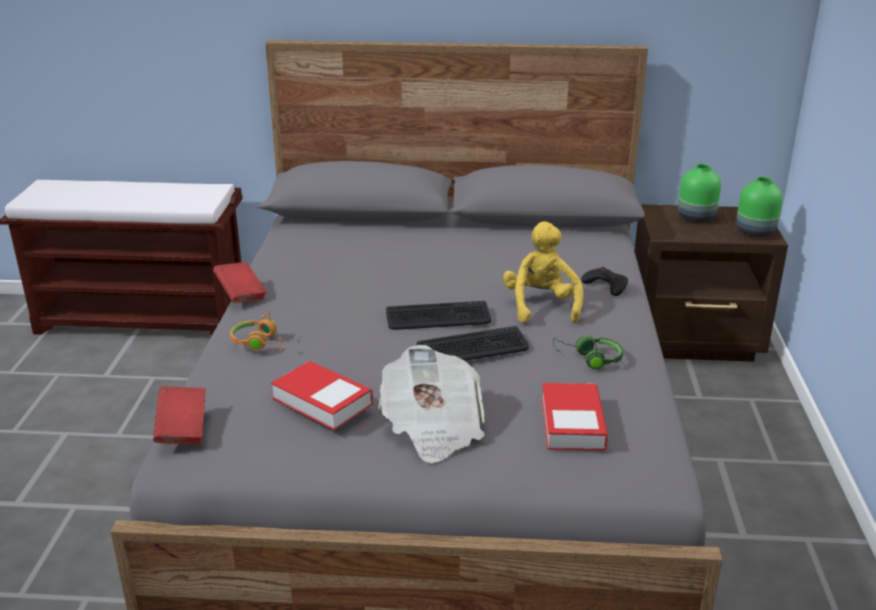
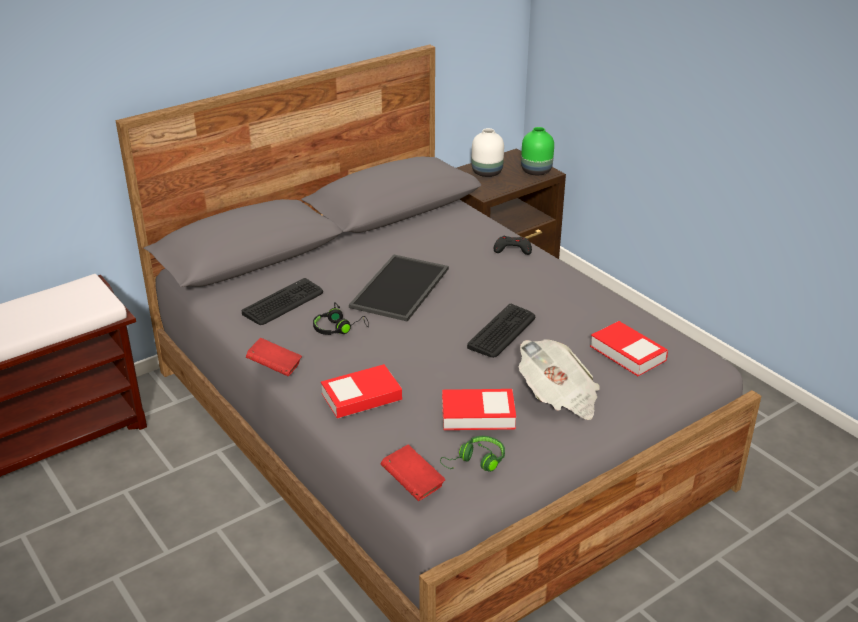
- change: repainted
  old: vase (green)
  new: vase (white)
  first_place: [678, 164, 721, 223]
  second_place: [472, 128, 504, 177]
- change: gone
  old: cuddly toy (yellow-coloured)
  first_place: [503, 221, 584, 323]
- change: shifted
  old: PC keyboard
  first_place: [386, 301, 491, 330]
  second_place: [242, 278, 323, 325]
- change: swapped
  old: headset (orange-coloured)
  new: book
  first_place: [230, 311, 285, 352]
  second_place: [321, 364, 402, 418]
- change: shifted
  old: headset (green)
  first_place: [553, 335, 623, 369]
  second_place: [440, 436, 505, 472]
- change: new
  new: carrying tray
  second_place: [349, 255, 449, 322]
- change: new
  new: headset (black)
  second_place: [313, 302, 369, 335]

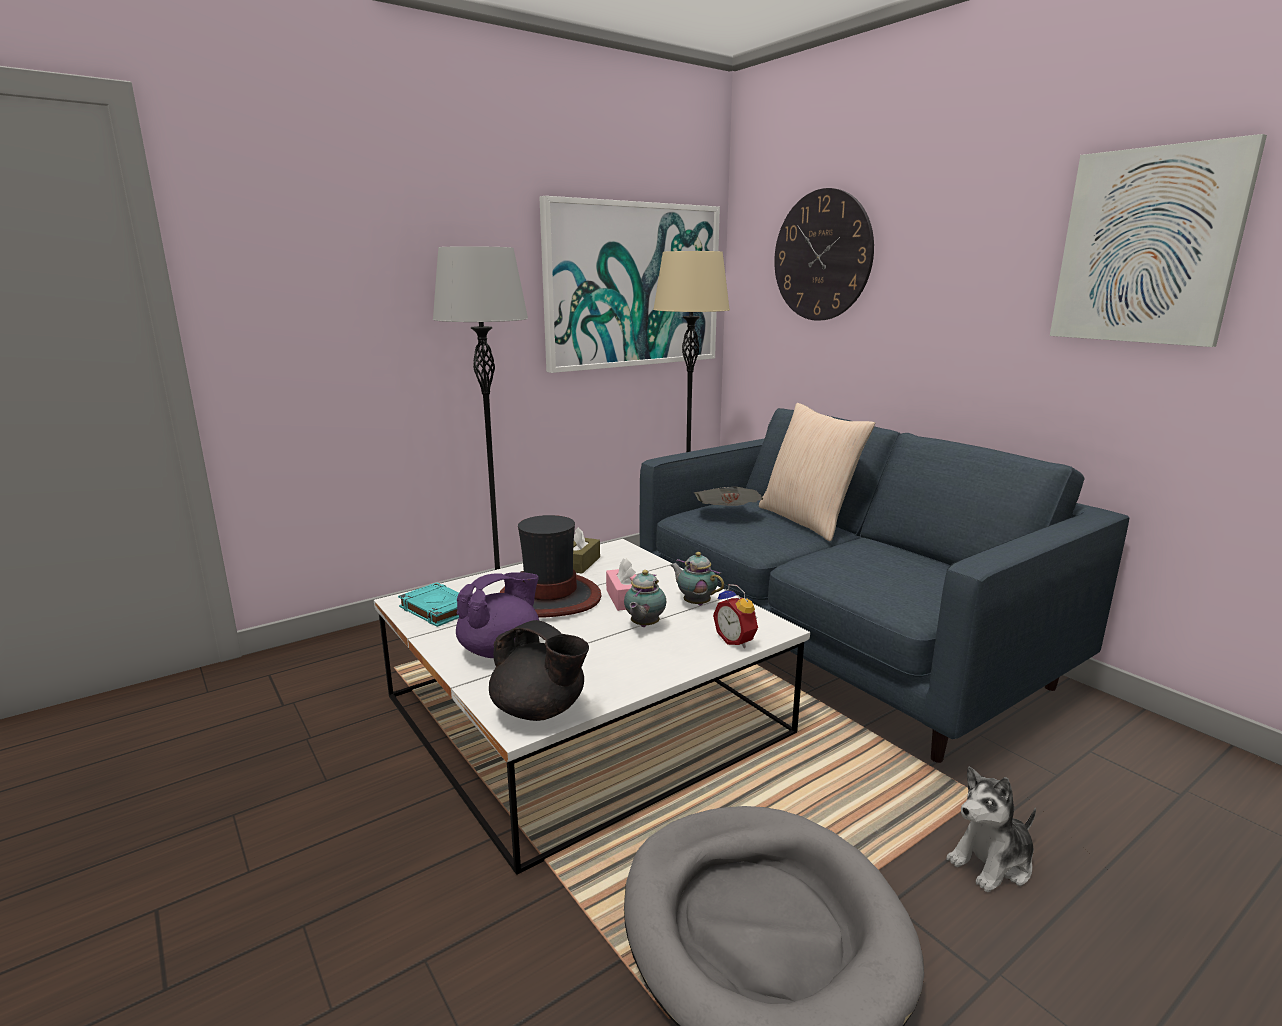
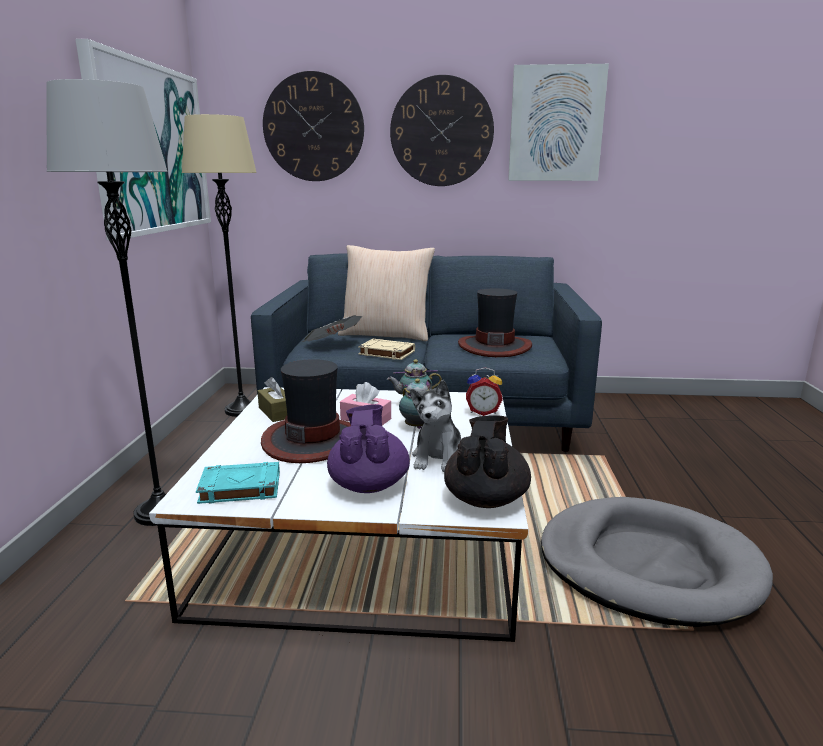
- change: rotated
  old: pot for tea (black)
  first_place: [489, 620, 589, 721]
  second_place: [444, 415, 531, 508]
  degrees: -60
- change: shifted
  old: cuddly toy
  first_place: [946, 766, 1036, 892]
  second_place: [410, 380, 461, 472]
- change: new
  new: clock on the wall
  second_place: [390, 75, 494, 186]
- change: new
  new: clothing hat
  second_place: [458, 289, 532, 357]
- change: new
  new: book (beige)
  second_place: [358, 339, 415, 360]

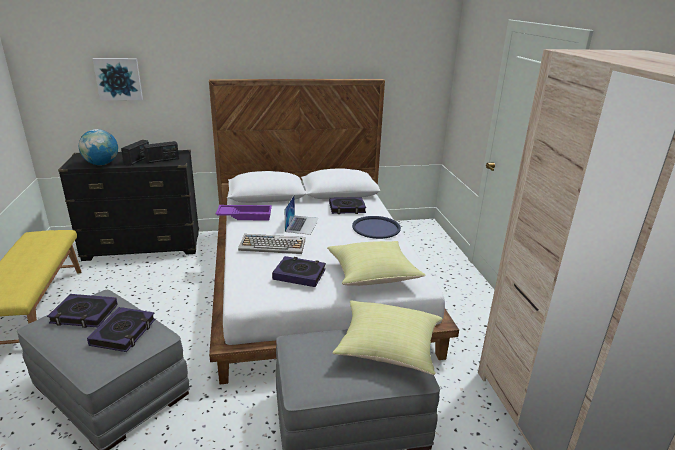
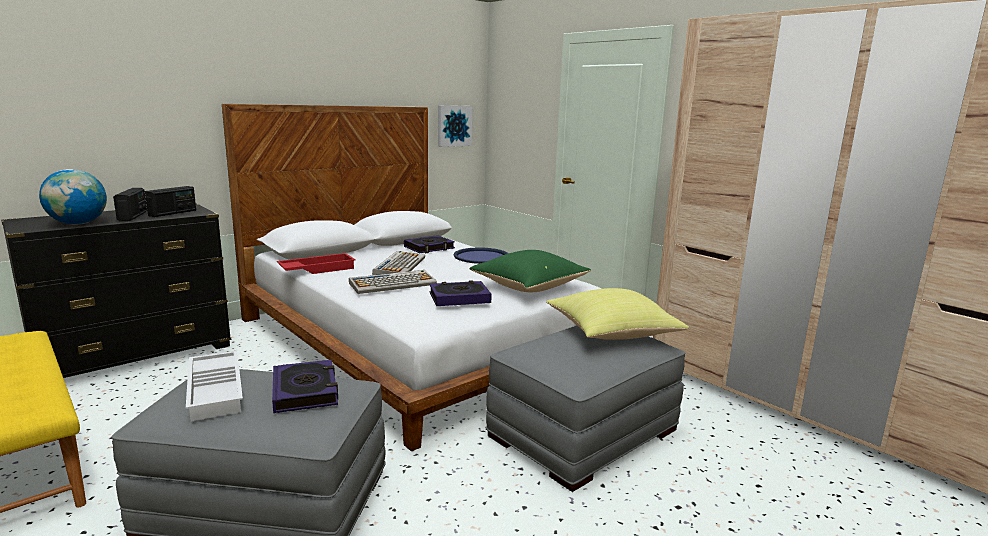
- change: shifted
  old: wall picture
  first_place: [93, 58, 143, 101]
  second_place: [438, 105, 473, 147]
- change: swapped
  old: notebook computer
  new: PC keyboard
  first_place: [285, 194, 319, 235]
  second_place: [372, 251, 425, 275]
- change: repainted
  old: carrying tray (purple)
  new: carrying tray (reddish)
  first_place: [216, 205, 272, 220]
  second_place: [277, 253, 356, 274]
- change: repainted
  old: throw pillow (yellow-coloured)
  new: throw pillow (green)
  first_place: [327, 241, 426, 286]
  second_place: [470, 250, 591, 292]
- change: swapped
  old: book
  new: carrying tray (white)
  first_place: [47, 294, 118, 328]
  second_place: [186, 351, 243, 421]

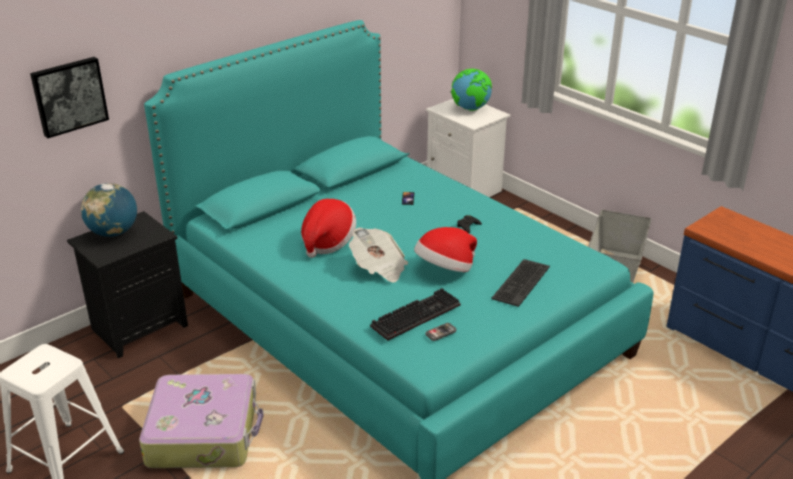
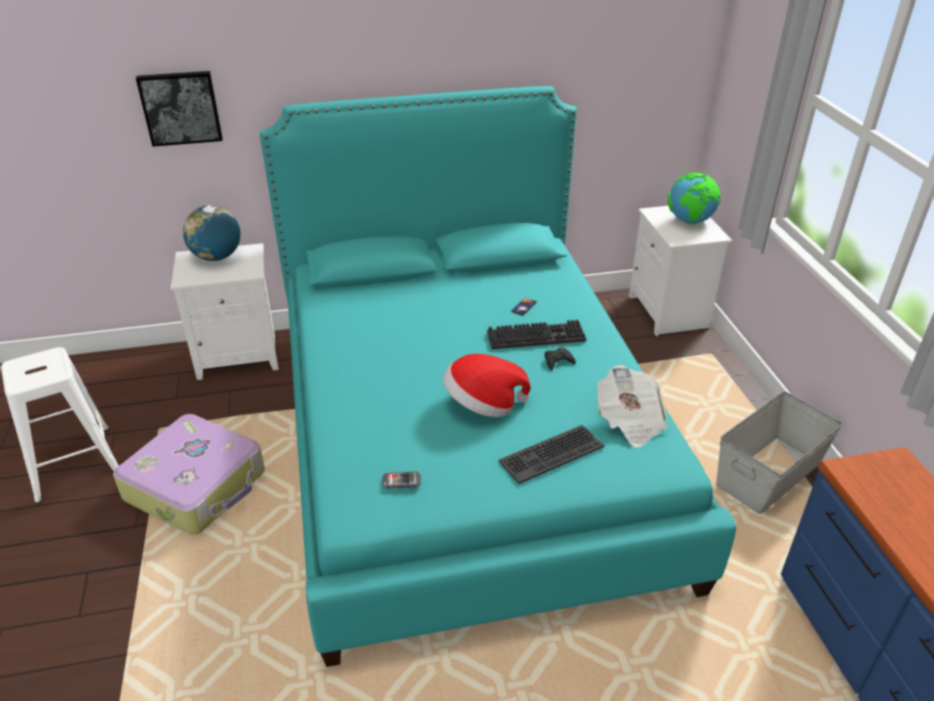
- change: gone
  old: clothing hat
  first_place: [301, 199, 356, 258]
- change: repainted
  old: night table (black)
  new: night table (white)
  first_place: [67, 211, 188, 358]
  second_place: [171, 243, 279, 380]
- change: shifted
  old: newspaper
  first_place: [349, 227, 408, 282]
  second_place: [597, 365, 668, 448]
- change: shifted
  old: PC keyboard
  first_place: [370, 288, 461, 341]
  second_place: [487, 320, 586, 349]

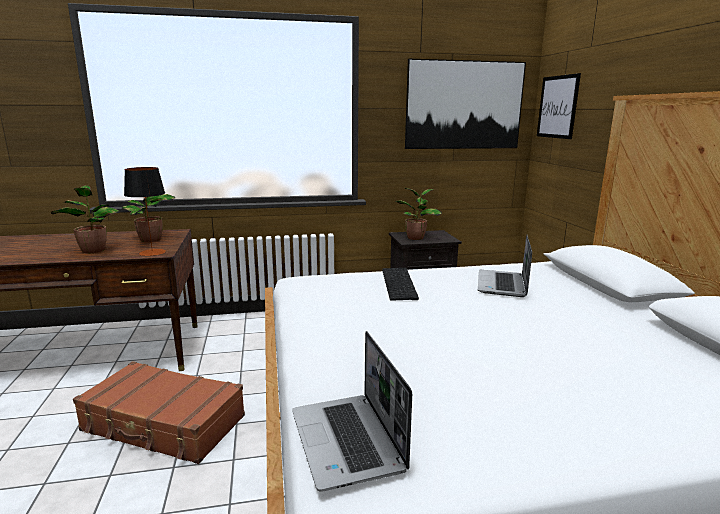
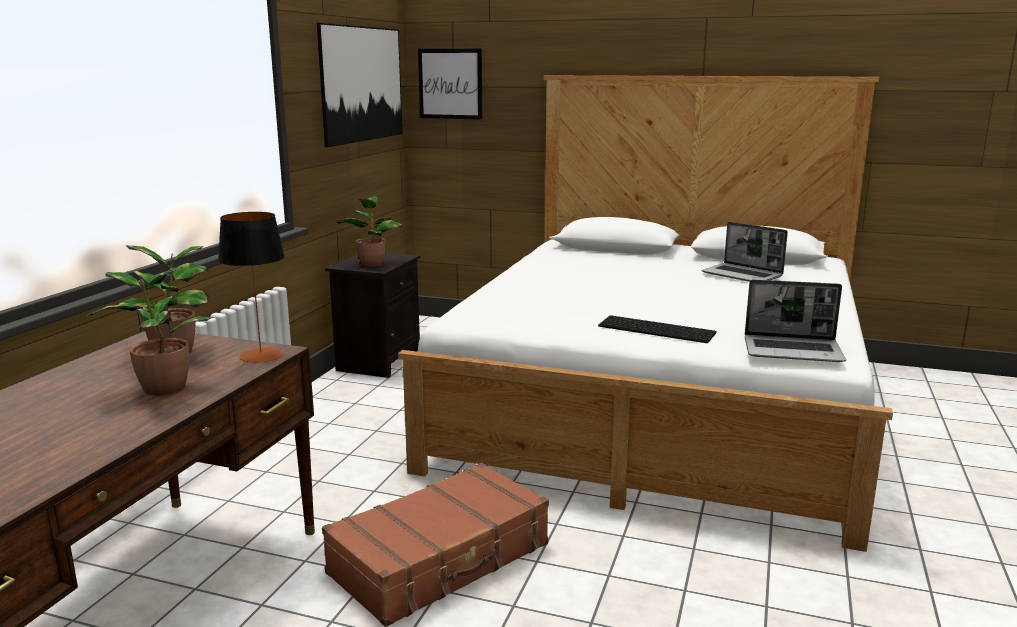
- change: shifted
  old: notebook computer
  first_place: [478, 235, 532, 297]
  second_place: [701, 222, 788, 282]
- change: shifted
  old: PC keyboard
  first_place: [382, 268, 419, 301]
  second_place: [598, 315, 716, 343]

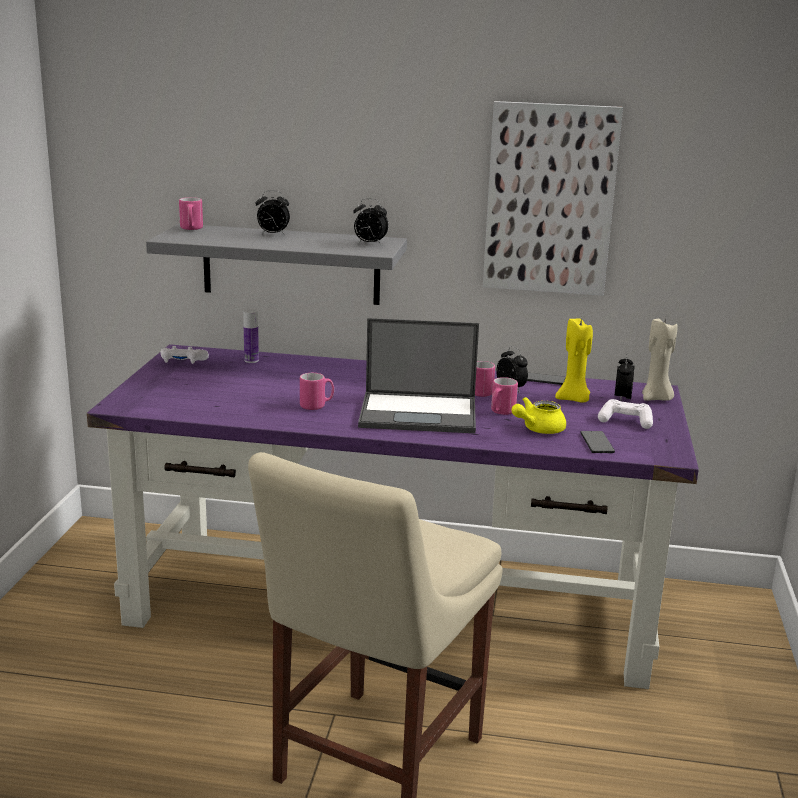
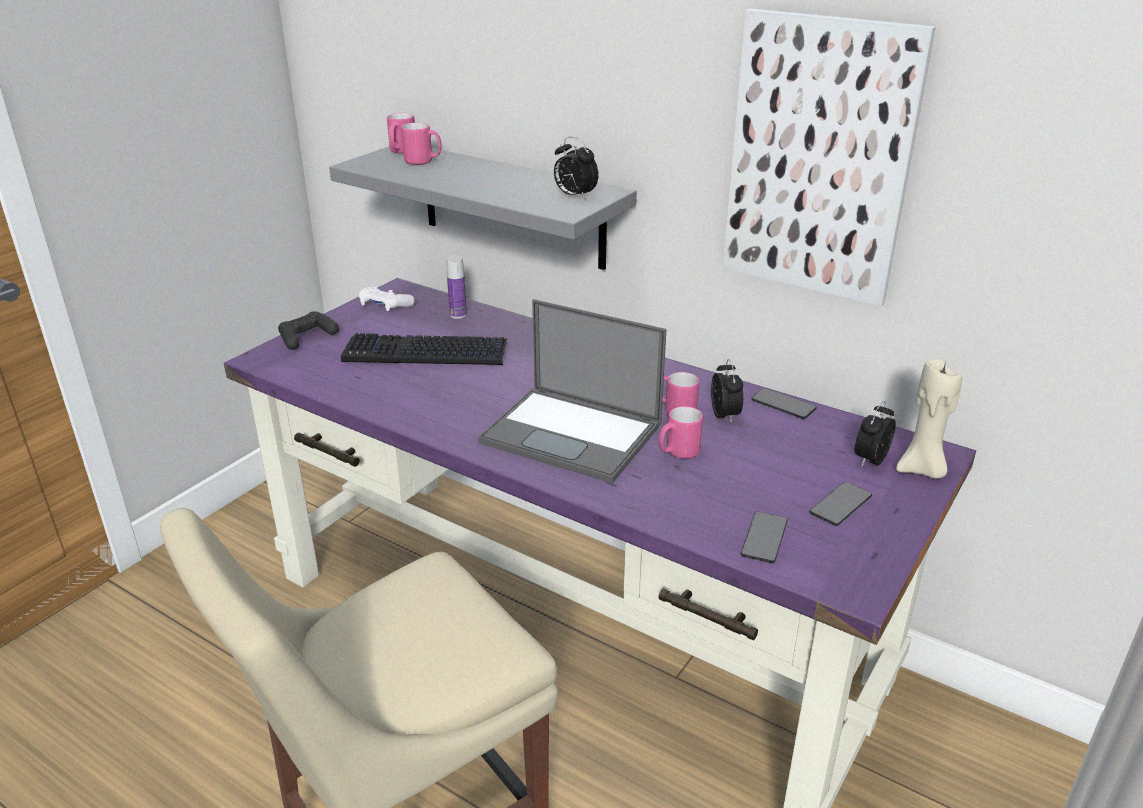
- change: gone
  old: table clock
  first_place: [255, 190, 290, 235]
- change: gone
  old: wax light (yellow-coloured)
  first_place: [555, 317, 593, 402]
- change: shifted
  old: coffee mug (pink-coloured)
  first_place: [300, 373, 334, 410]
  second_place: [401, 123, 442, 165]
- change: gone
  old: pot for tea (yellow-coloured)
  first_place: [511, 397, 566, 434]
- change: swapped
  old: gamepad (white)
  new: handset
  first_place: [598, 399, 653, 429]
  second_place: [809, 481, 872, 526]
- change: new
  new: gamepad (black)
  second_place: [278, 311, 339, 350]
- change: new
  new: PC keyboard
  second_place: [341, 333, 507, 365]

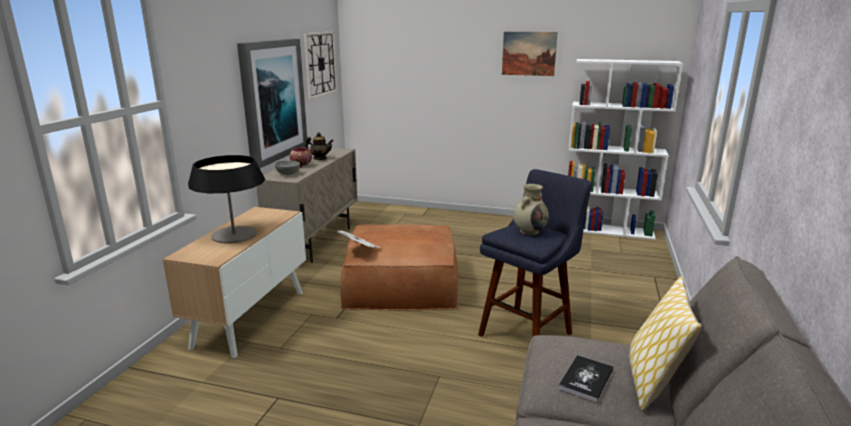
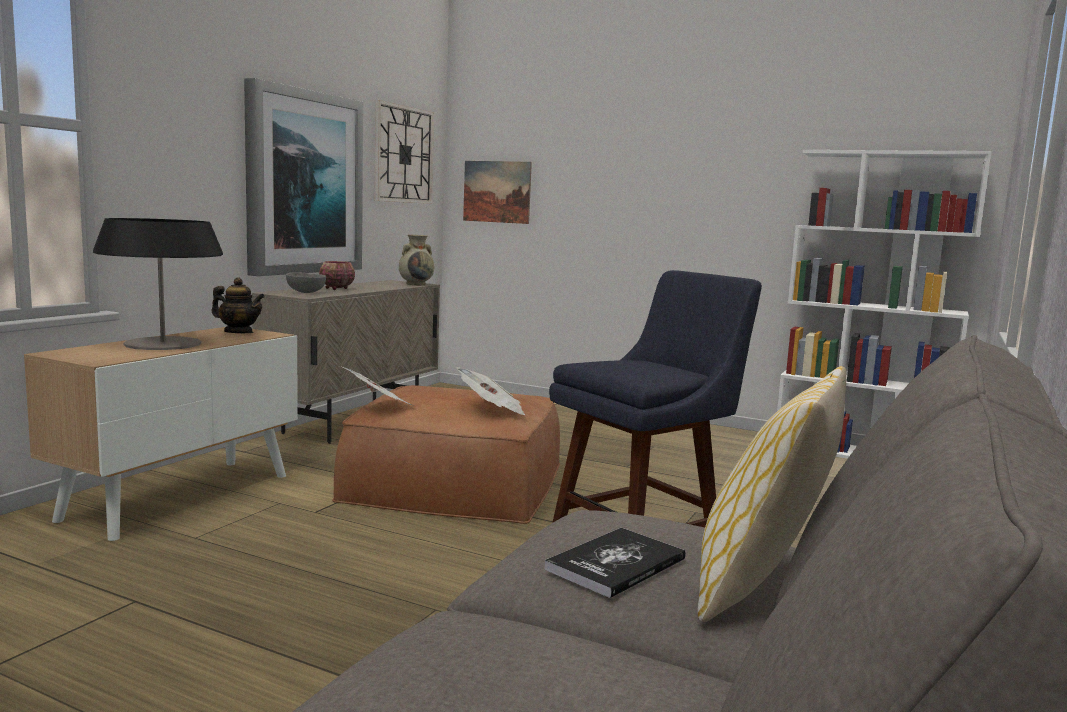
- change: shifted
  old: wall picture
  first_place: [502, 32, 558, 76]
  second_place: [463, 161, 532, 224]
- change: shifted
  old: pot for tea
  first_place: [305, 132, 333, 160]
  second_place: [211, 277, 265, 333]
- change: shifted
  old: vase (beige)
  first_place: [513, 184, 549, 235]
  second_place: [399, 235, 435, 285]
- change: new
  new: newspaper
  second_place: [457, 367, 525, 415]

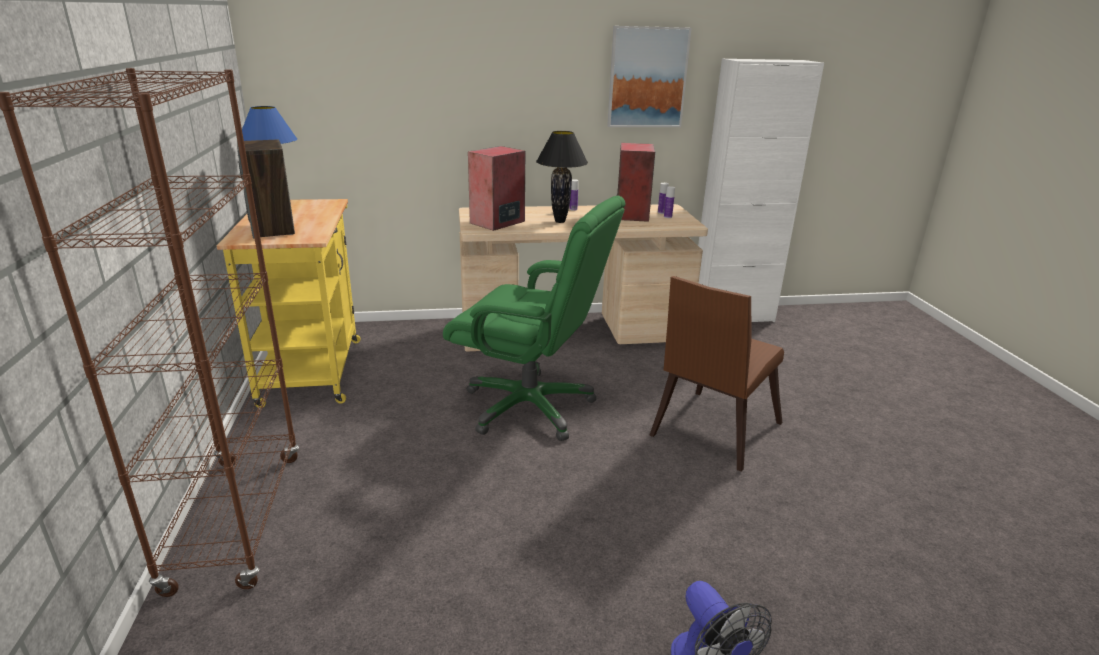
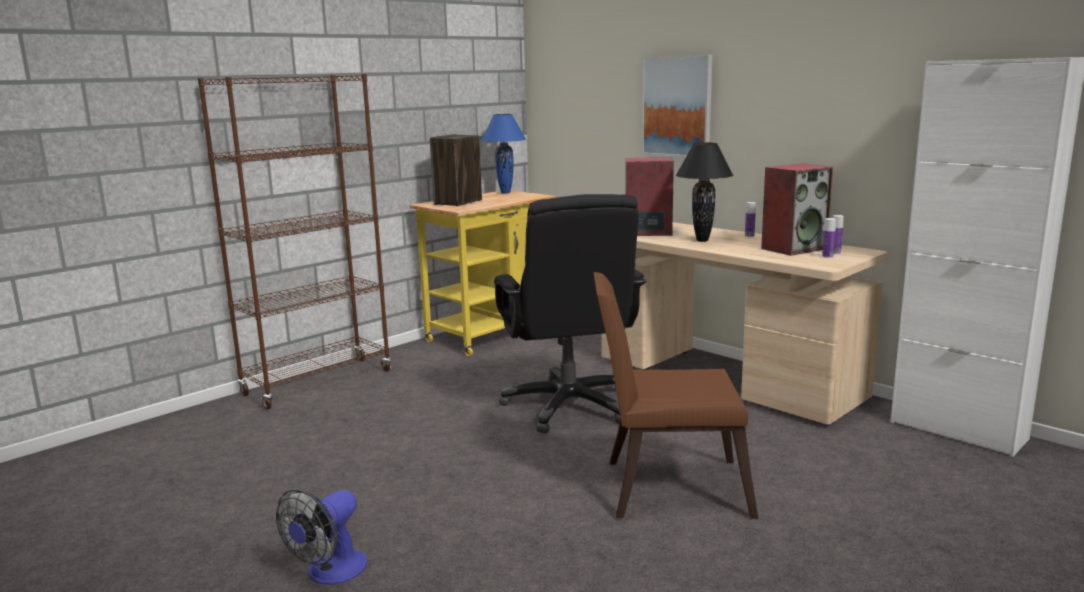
- change: shifted
  old: wall picture
  first_place: [607, 26, 692, 127]
  second_place: [642, 55, 712, 157]
- change: repainted
  old: computer chair (green)
  new: computer chair (black)
  first_place: [443, 196, 625, 441]
  second_place: [494, 194, 646, 433]

